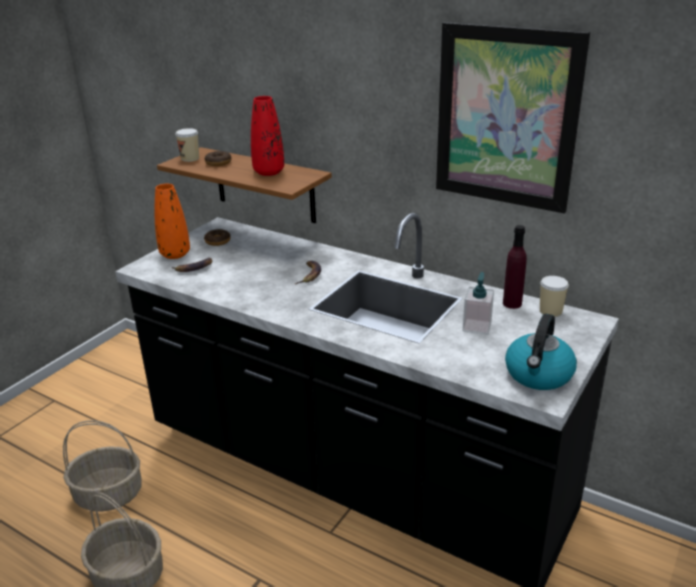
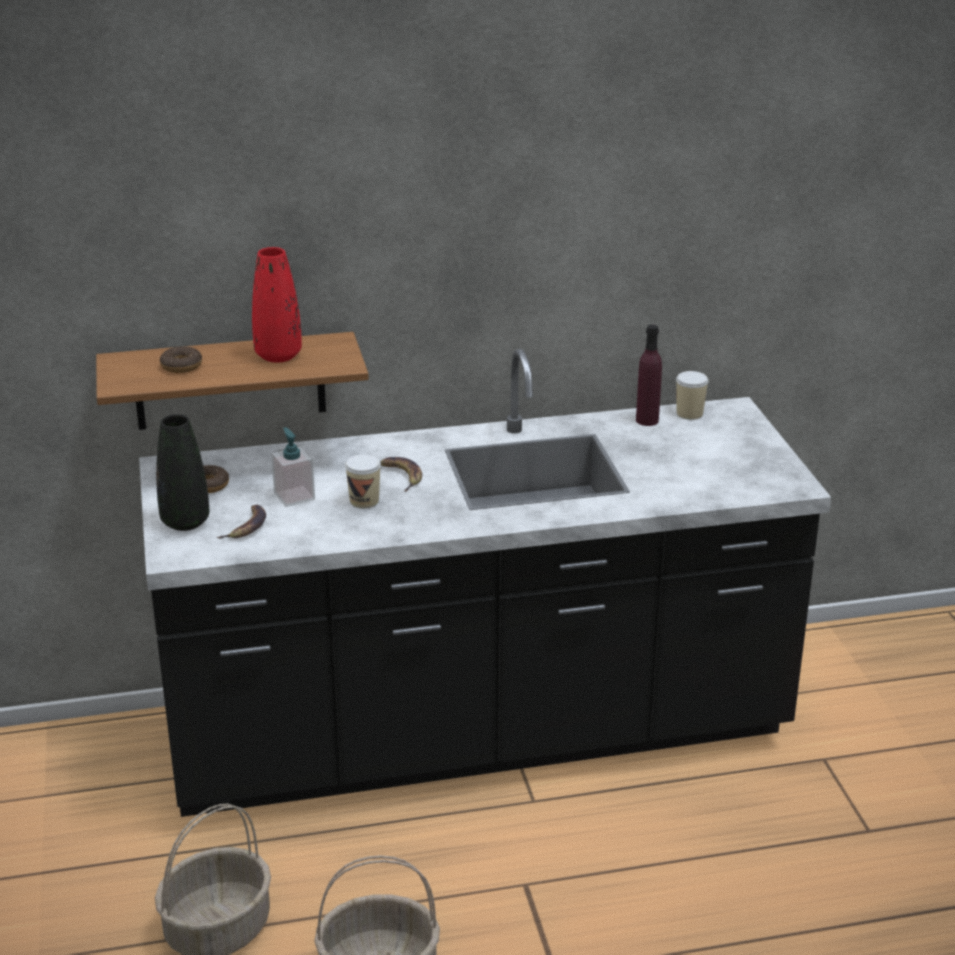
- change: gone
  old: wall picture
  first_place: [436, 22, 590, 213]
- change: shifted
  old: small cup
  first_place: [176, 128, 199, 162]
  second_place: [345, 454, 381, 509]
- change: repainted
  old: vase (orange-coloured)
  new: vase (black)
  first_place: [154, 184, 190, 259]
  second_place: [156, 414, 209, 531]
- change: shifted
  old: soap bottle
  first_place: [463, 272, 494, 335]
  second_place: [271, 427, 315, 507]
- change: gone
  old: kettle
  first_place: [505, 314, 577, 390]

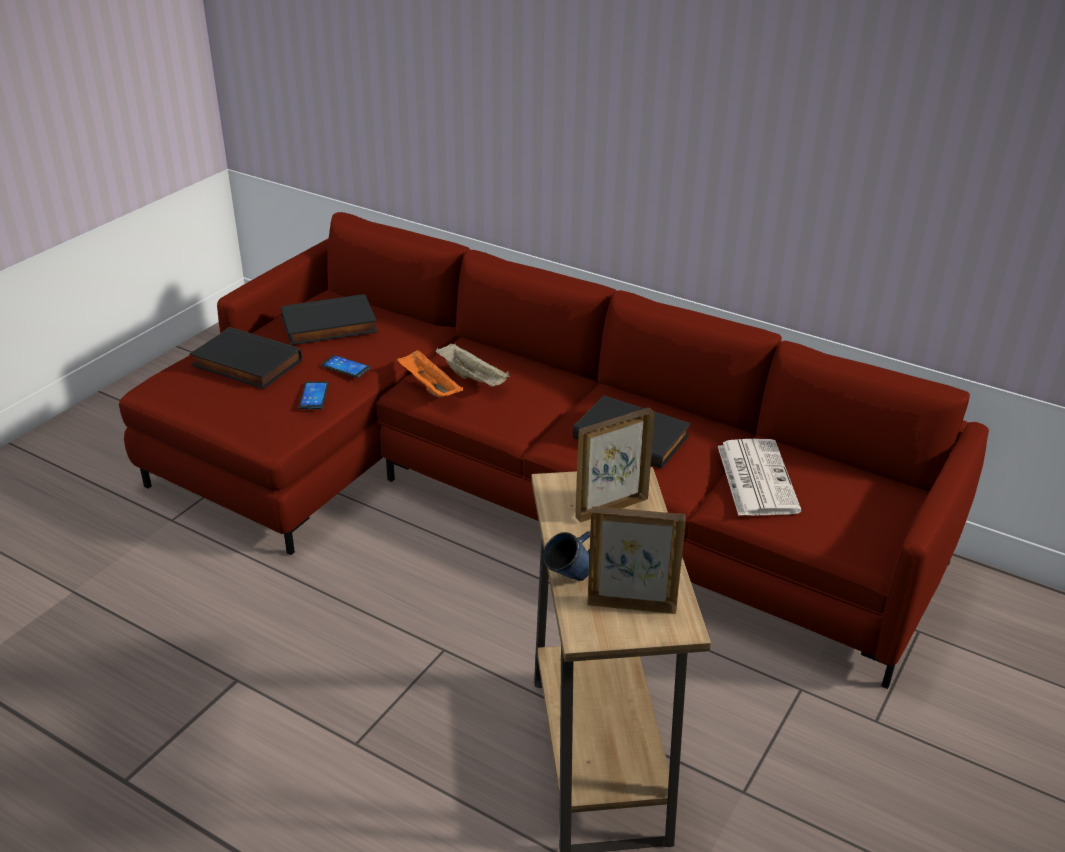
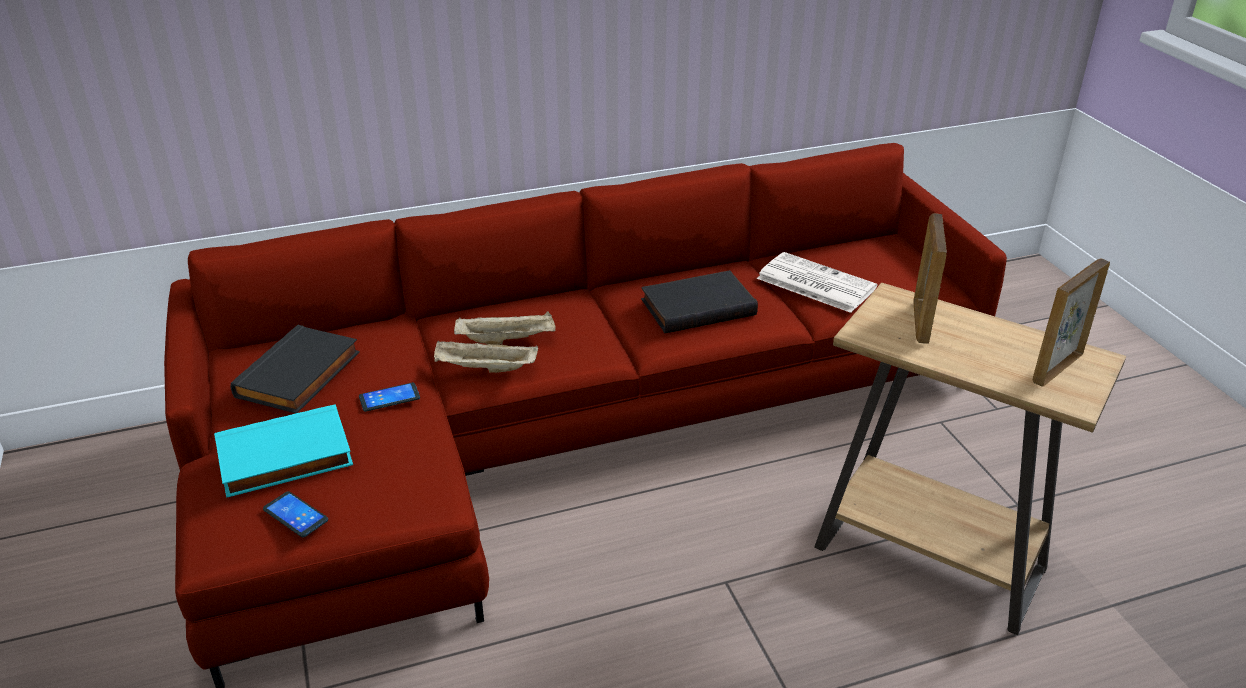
- change: repainted
  old: book (black)
  new: book (turquoise)
  first_place: [190, 327, 302, 389]
  second_place: [214, 404, 353, 498]
- change: repainted
  old: carrying tray (orange-coloured)
  new: carrying tray (beige)
  first_place: [397, 350, 463, 397]
  second_place: [434, 341, 538, 373]
- change: shifted
  old: handset
  first_place: [299, 381, 329, 409]
  second_place: [263, 491, 328, 537]
- change: gone
  old: coffee mug (blue-coloured)
  first_place: [543, 531, 590, 581]

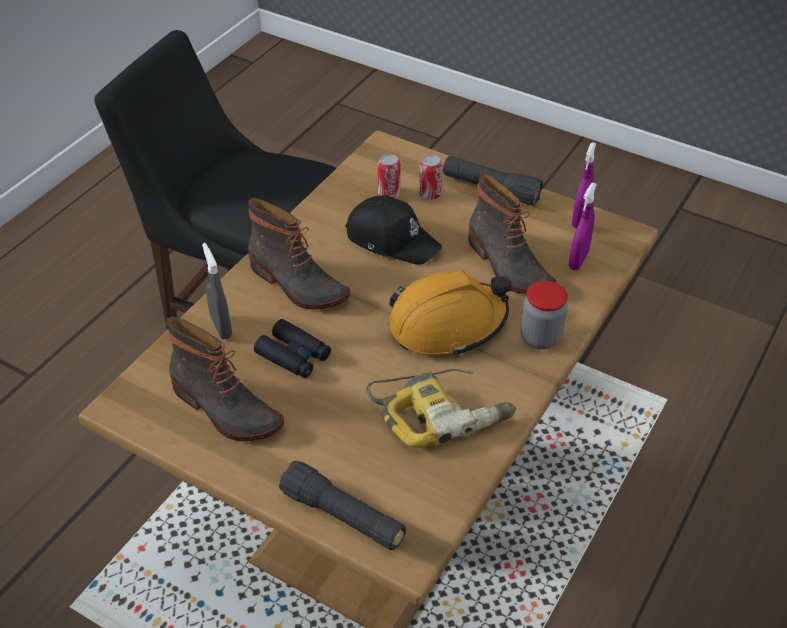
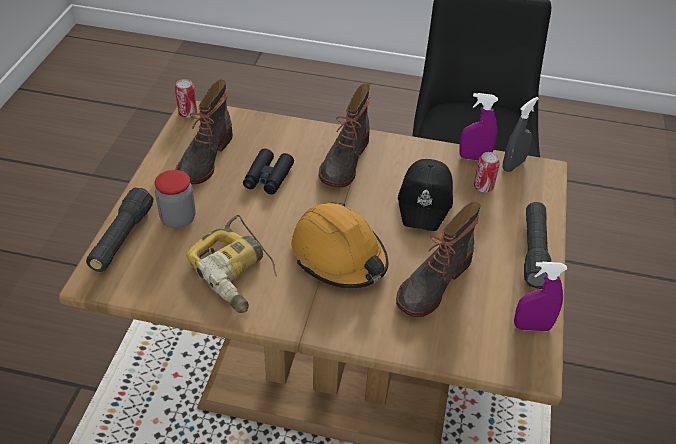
- change: shifted
  old: sealed can
  first_place: [419, 155, 443, 200]
  second_place: [175, 79, 197, 118]
- change: shifted
  old: sprayer (purple)
  first_place: [569, 182, 597, 270]
  second_place: [459, 93, 498, 160]
- change: shifted
  old: sprayer (gray)
  first_place: [202, 243, 232, 339]
  second_place: [503, 97, 539, 172]
- change: shifted
  old: storage jar
  first_place: [521, 281, 568, 349]
  second_place: [155, 170, 195, 228]

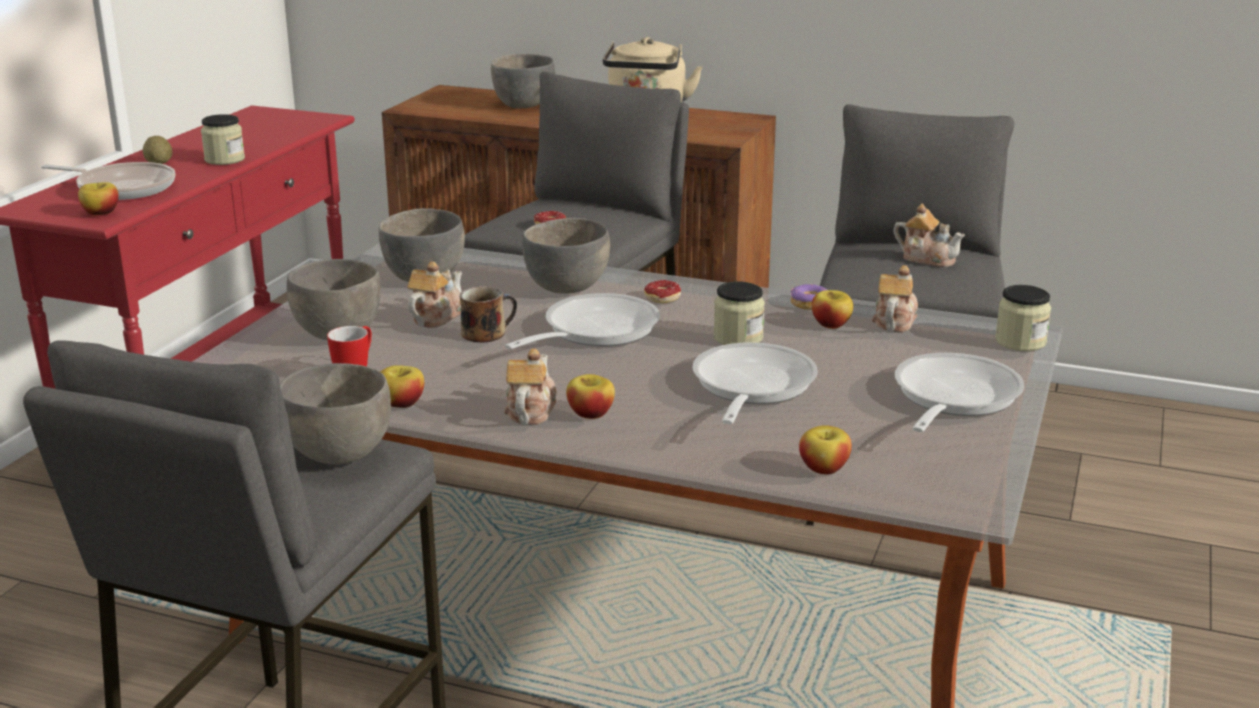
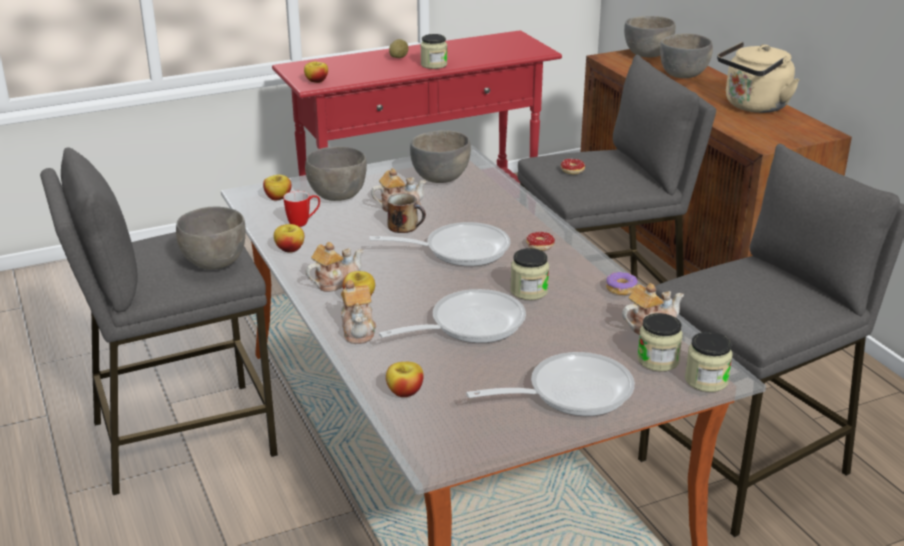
- change: gone
  old: skillet
  first_place: [41, 162, 175, 200]
- change: shifted
  old: pot for tea
  first_place: [893, 204, 965, 267]
  second_place: [341, 280, 376, 344]
- change: shifted
  old: serving bowl (gray)
  first_place: [522, 218, 610, 294]
  second_place: [624, 16, 676, 57]
- change: shifted
  old: apple fruit
  first_place: [812, 290, 853, 329]
  second_place: [263, 175, 292, 200]
- change: new
  new: storage jar
  second_place: [637, 313, 683, 371]

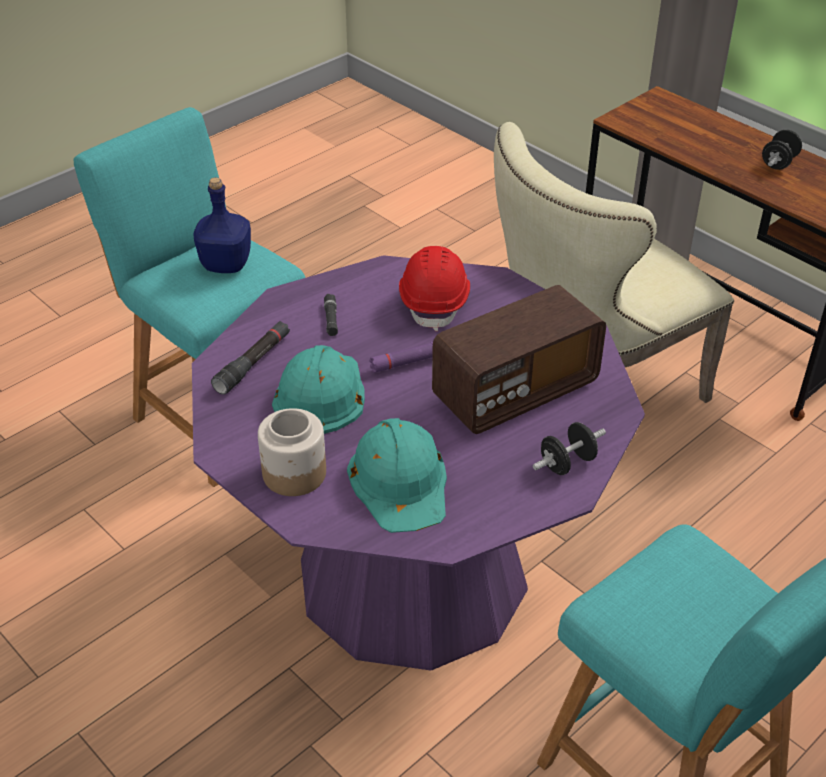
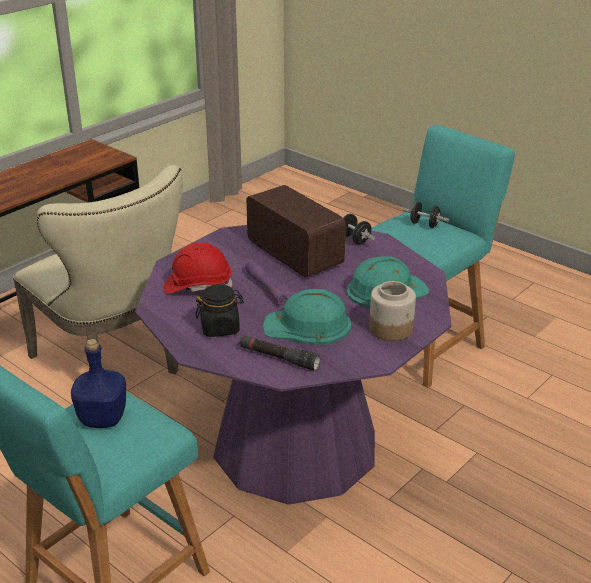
- change: shifted
  old: hand weight (black)
  first_place: [762, 130, 802, 170]
  second_place: [403, 202, 449, 228]
- change: swapped
  old: hand torch (black)
  new: storage jar (black)
  first_place: [324, 294, 338, 336]
  second_place: [196, 284, 244, 337]

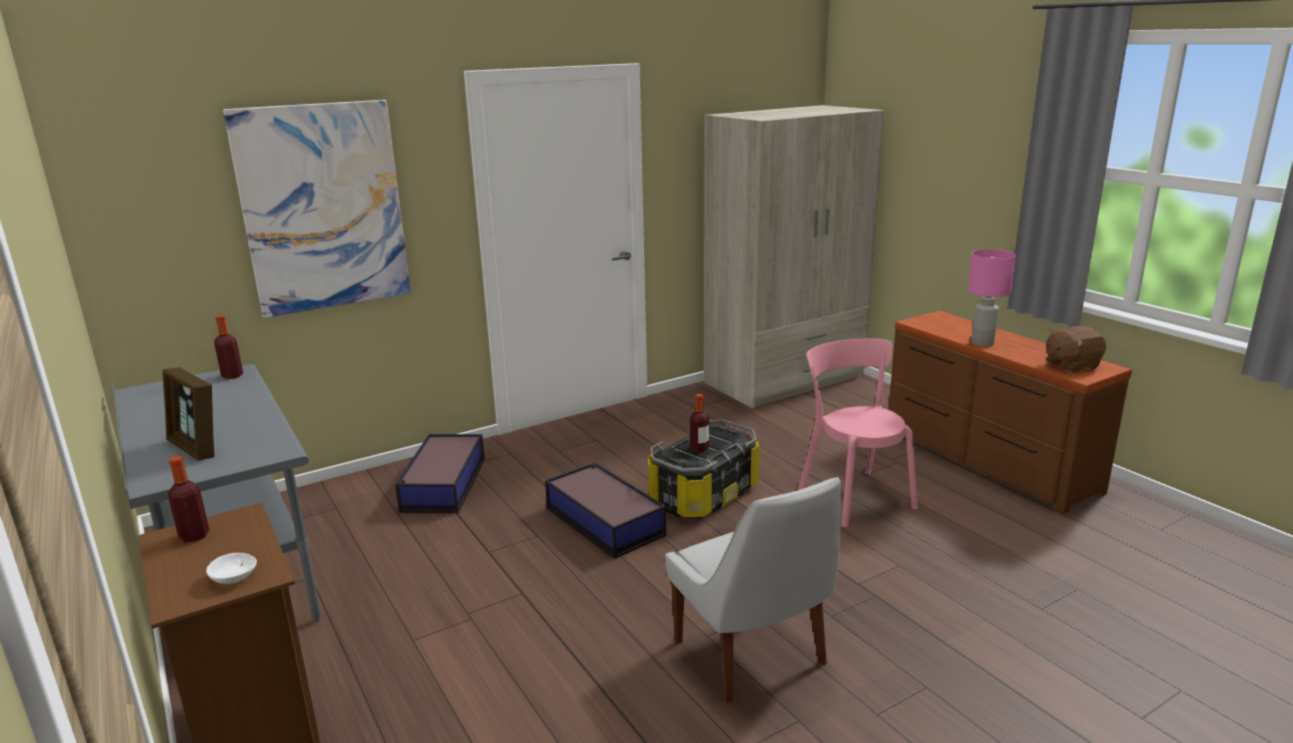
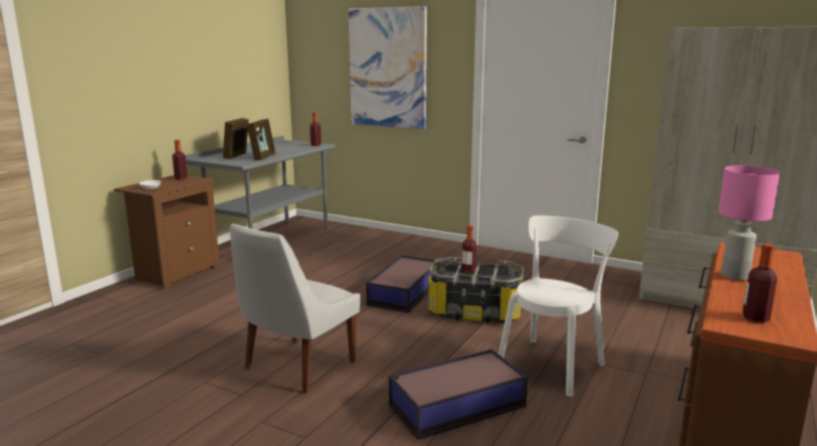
- change: swapped
  old: cuddly toy (brown)
  new: bottle
  first_place: [1046, 326, 1106, 372]
  second_place: [742, 243, 777, 323]
- change: repainted
  old: upright chair (pink-coloured)
  new: upright chair (white)
  first_place: [798, 339, 917, 527]
  second_place: [499, 215, 618, 397]
- change: shifted
  old: storage box
  first_place: [395, 434, 485, 513]
  second_place: [389, 349, 528, 440]
- change: new
  new: photo frame
  second_place: [246, 119, 276, 160]

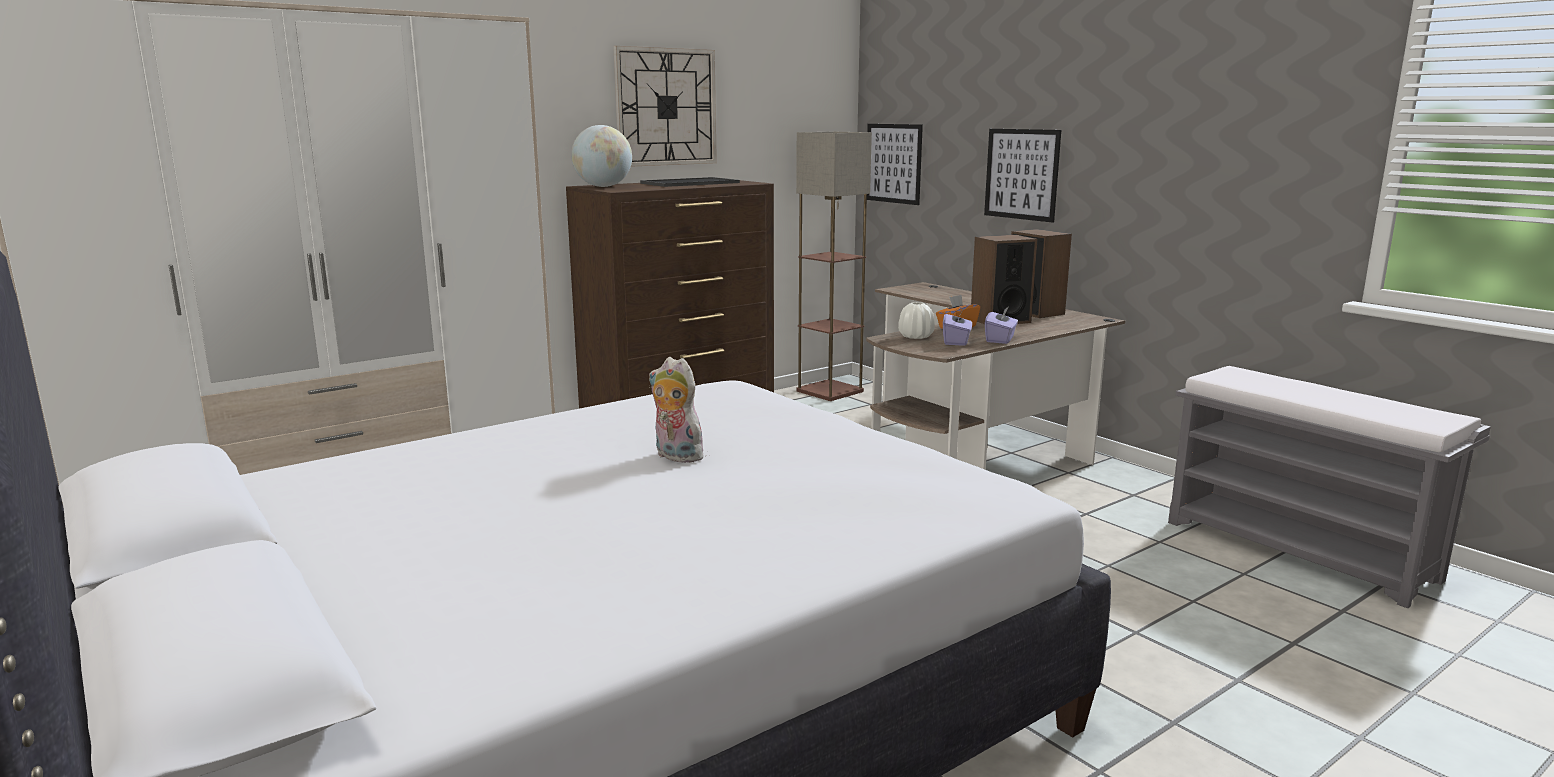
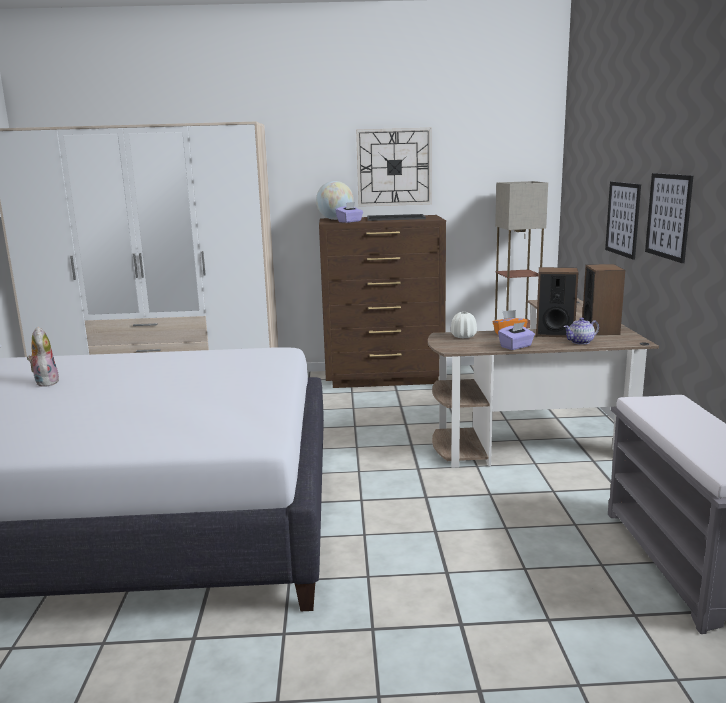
- change: shifted
  old: wall picture
  first_place: [867, 124, 923, 205]
  second_place: [645, 173, 693, 263]
- change: shifted
  old: box of tissues (purple)
  first_place: [943, 309, 972, 346]
  second_place: [335, 202, 363, 223]
- change: shifted
  old: cuddly toy
  first_place: [649, 357, 708, 463]
  second_place: [27, 326, 60, 387]
- change: new
  new: pot for tea
  second_place: [564, 318, 599, 345]

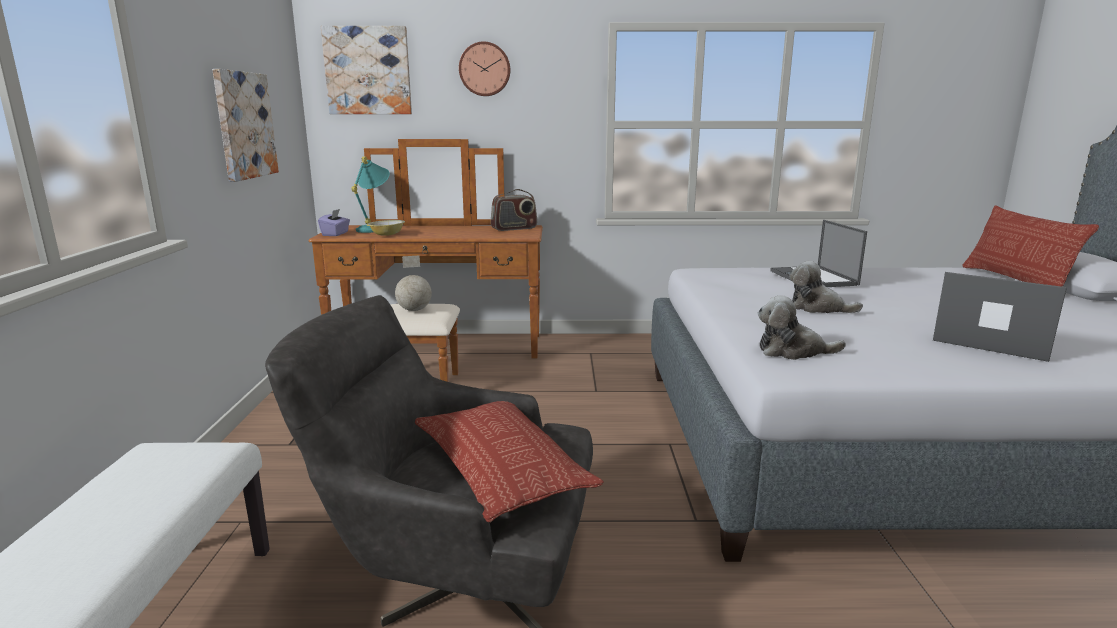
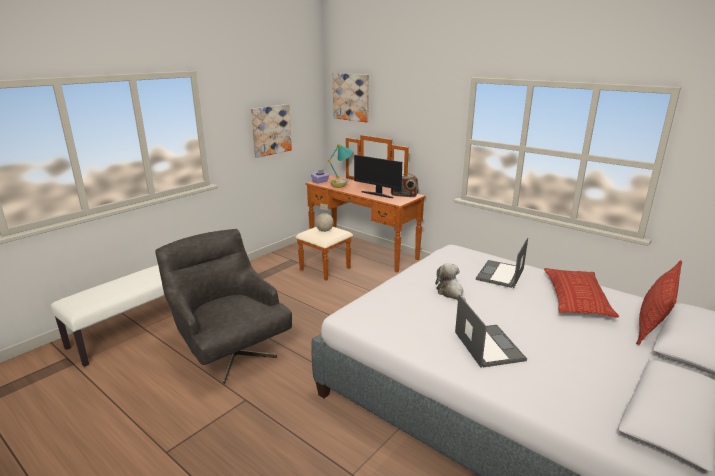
- change: gone
  old: clock on the wall
  first_place: [459, 42, 510, 96]
- change: gone
  old: cuddly toy
  first_place: [757, 295, 846, 360]
- change: shifted
  old: throw pillow
  first_place: [415, 401, 604, 522]
  second_place: [544, 268, 619, 318]
- change: new
  new: monitor
  second_place: [354, 155, 402, 198]

